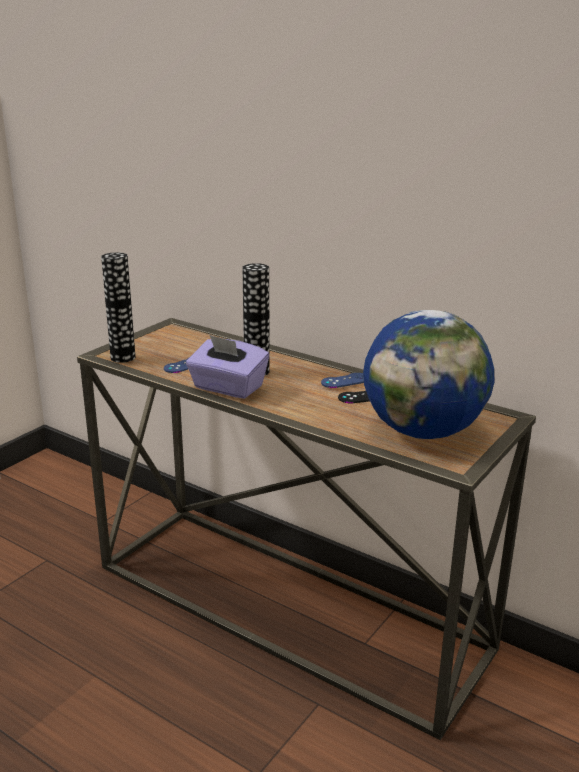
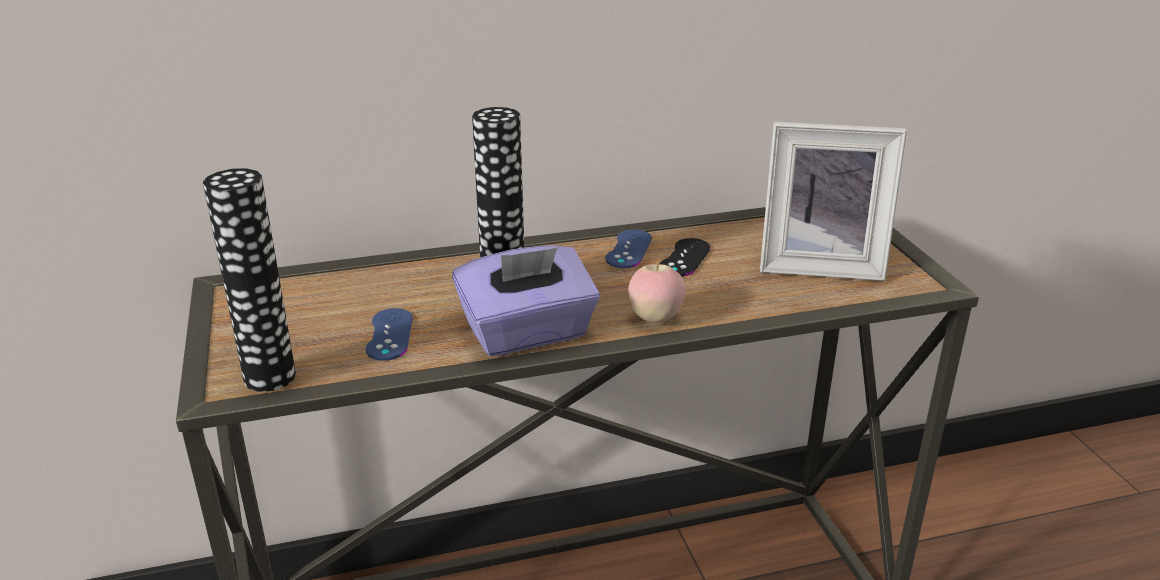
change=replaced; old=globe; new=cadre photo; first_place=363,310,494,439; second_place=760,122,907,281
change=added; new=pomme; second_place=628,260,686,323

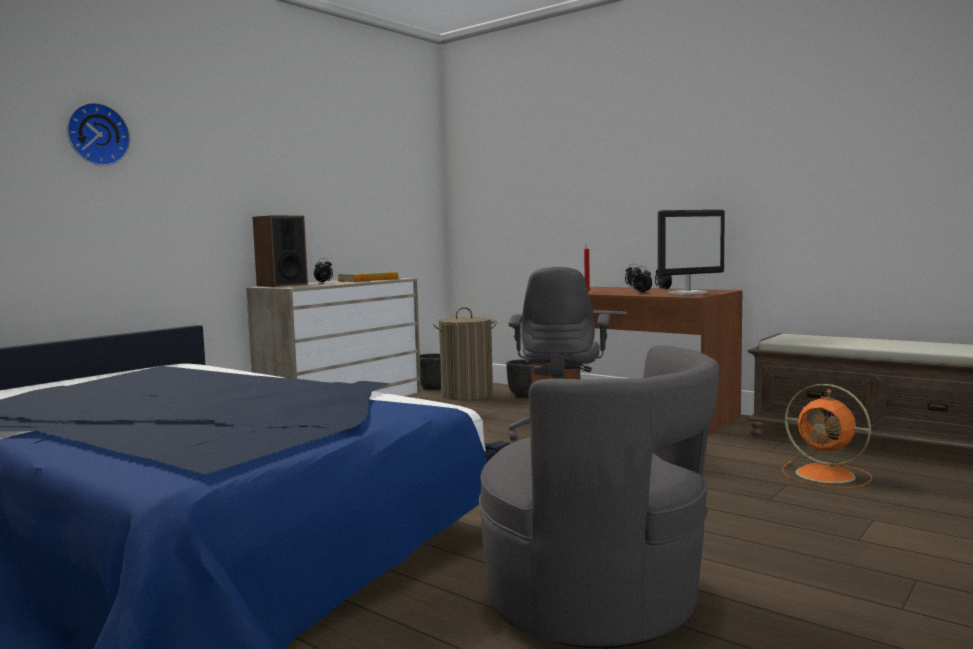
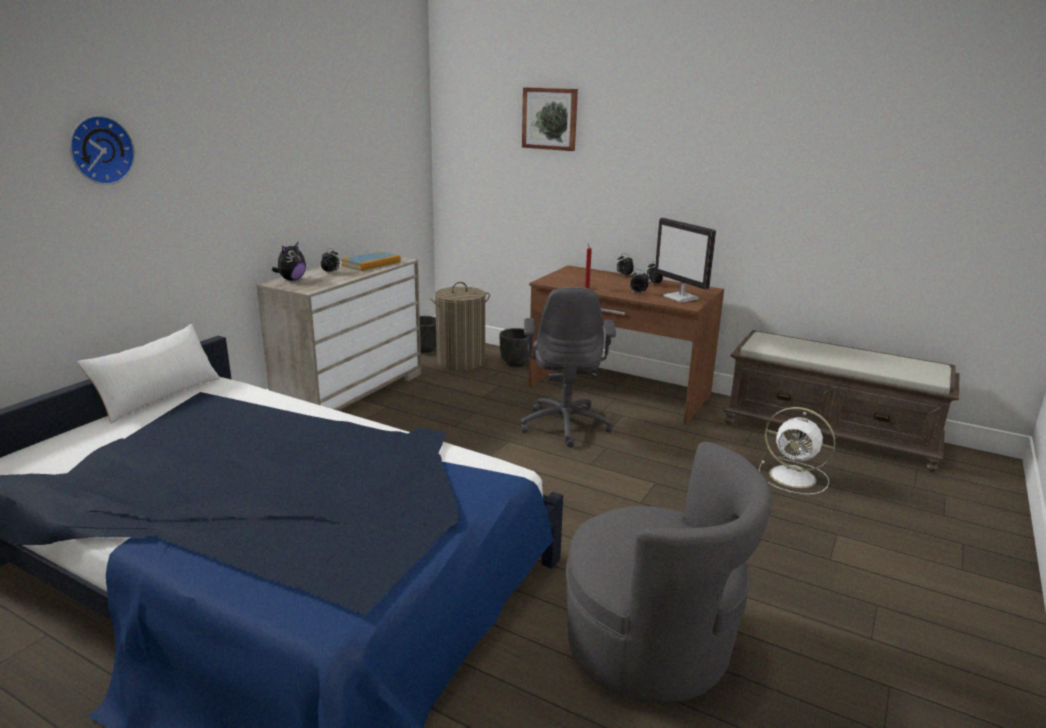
change=replaced; old=enceinte; new=peluche; first_place=253,216,308,287; second_place=272,242,306,281
change=turned; old=écran d'ordinateur; first_place=658,210,725,295; second_place=655,218,716,302; degrees=90
change=recoloured; old=ventilateur/orange; new=ventilateur/blanc; first_place=782,384,872,488; second_place=759,407,835,495
change=added; new=coussin/blanc; second_place=77,324,220,424
change=added; new=tableau; second_place=522,87,578,151

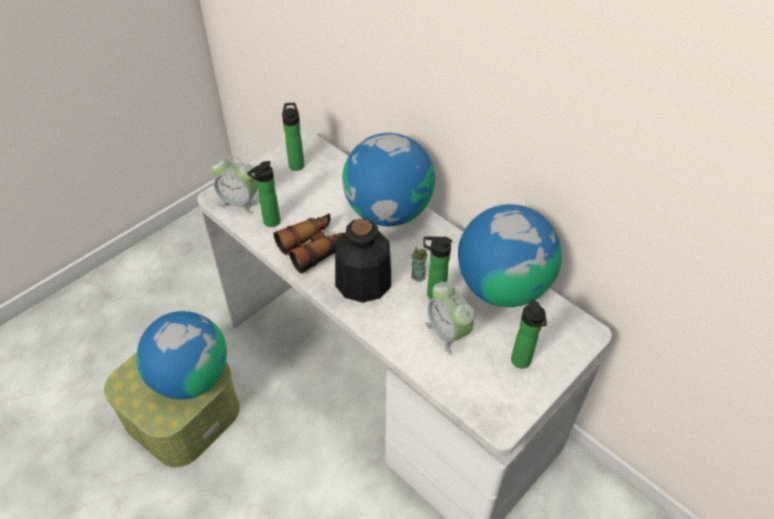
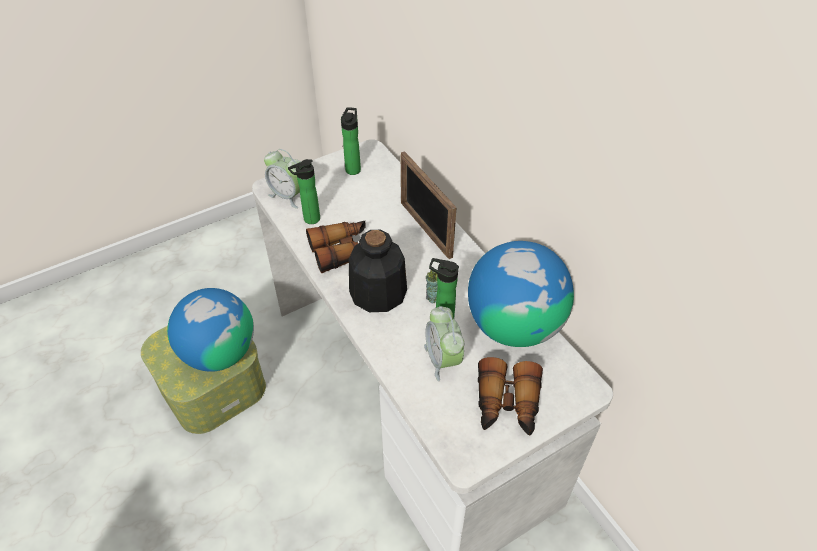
change=replaced; old=globe; new=cadre photo; first_place=342,133,435,226; second_place=401,151,457,259
change=replaced; old=bouteille; new=jumelles; first_place=511,299,547,369; second_place=478,357,543,436

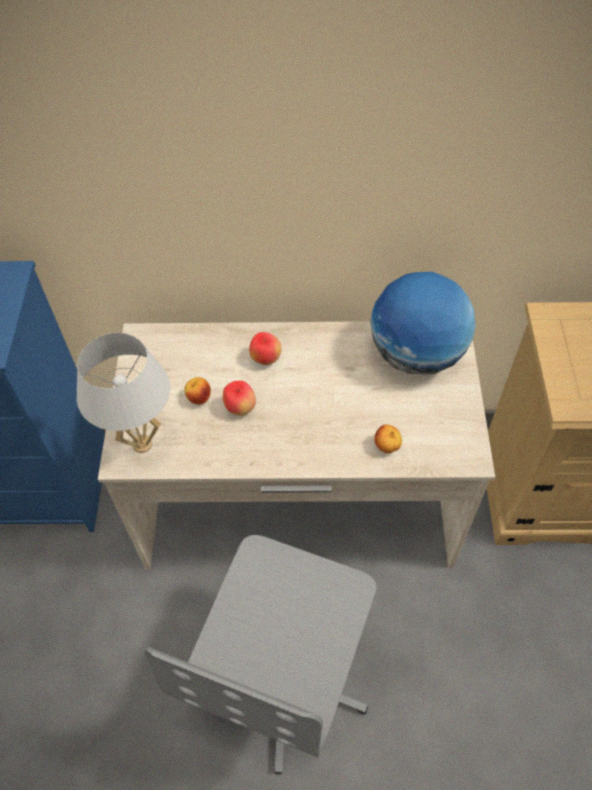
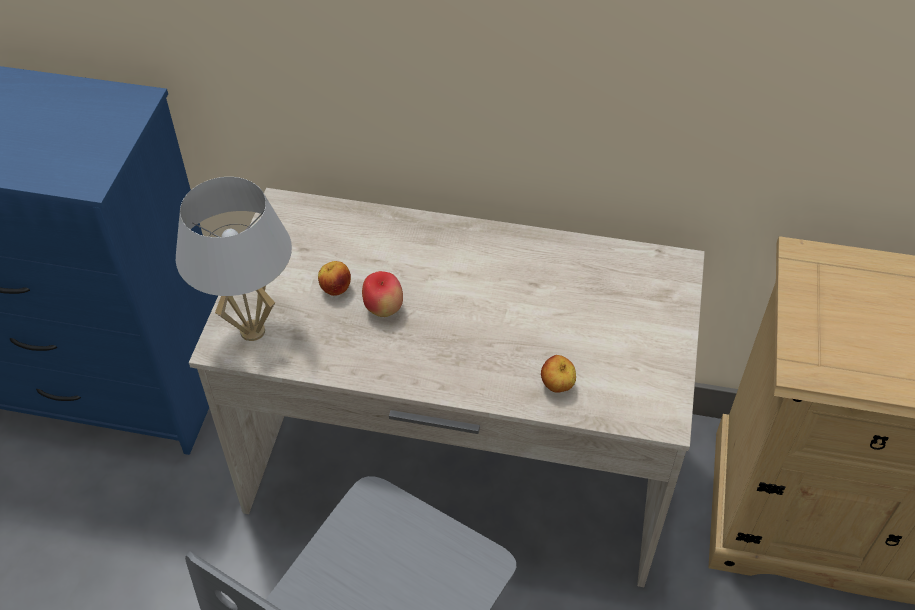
change=removed; old=pomme; first_place=249,332,282,365
change=removed; old=globe; first_place=370,272,476,375

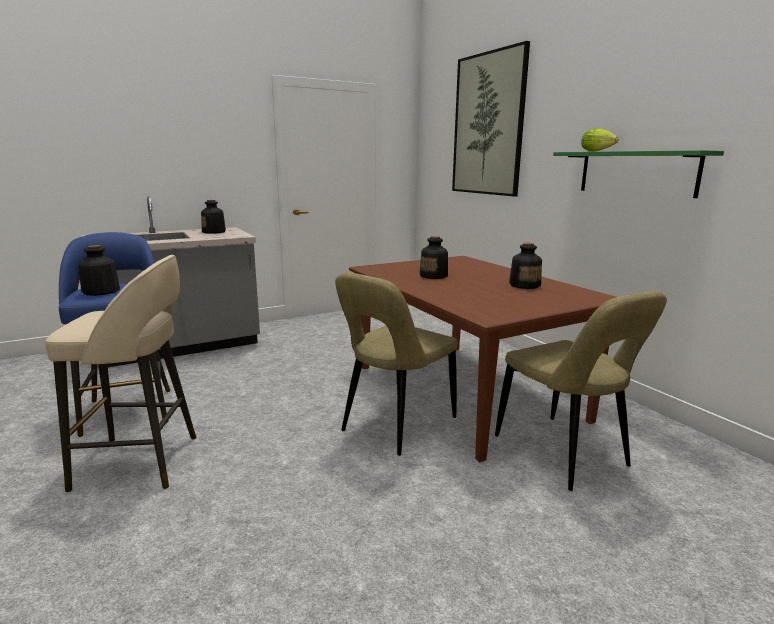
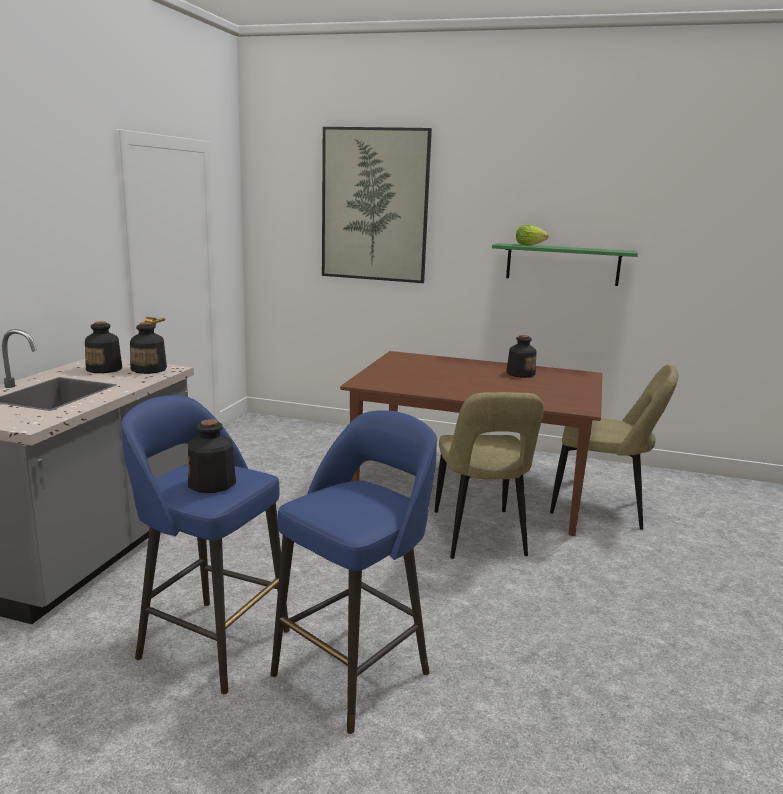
change=recoloured; old=tabouret/beige; new=tabouret/bleu; first_place=45,255,197,492; second_place=270,410,437,734
change=moved; old=bouteille; first_place=420,236,448,279; second_place=130,322,167,374

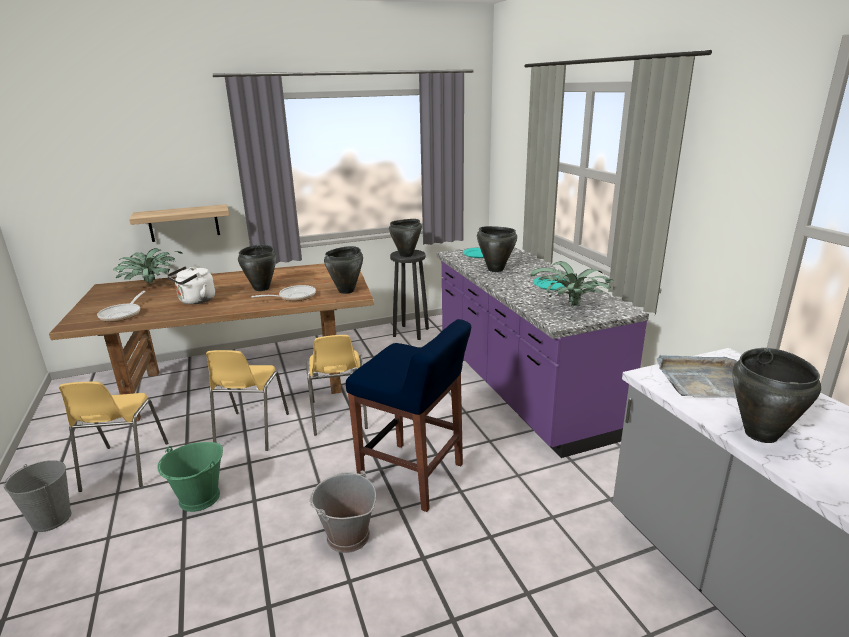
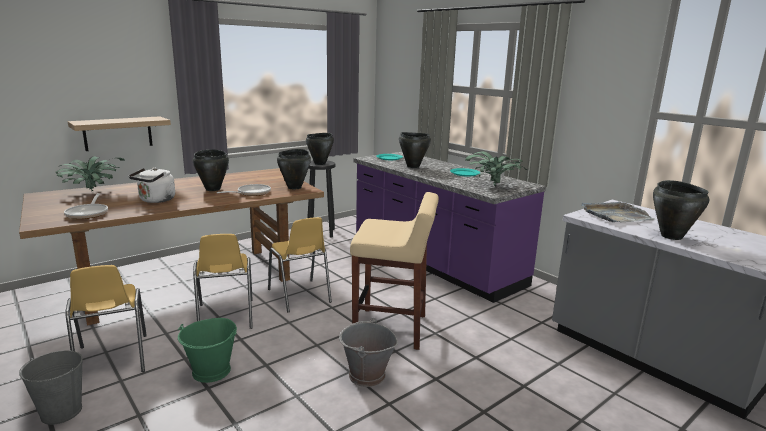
change=recoloured; old=tabouret/bleu; new=tabouret/beige; first_place=346,319,471,512; second_place=350,192,439,350

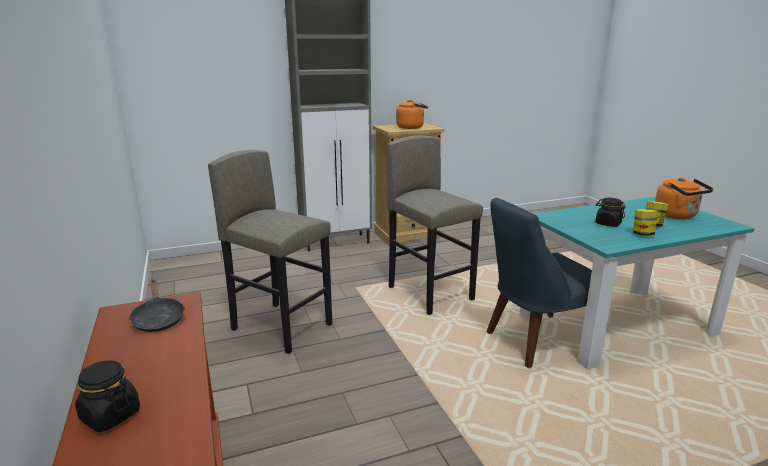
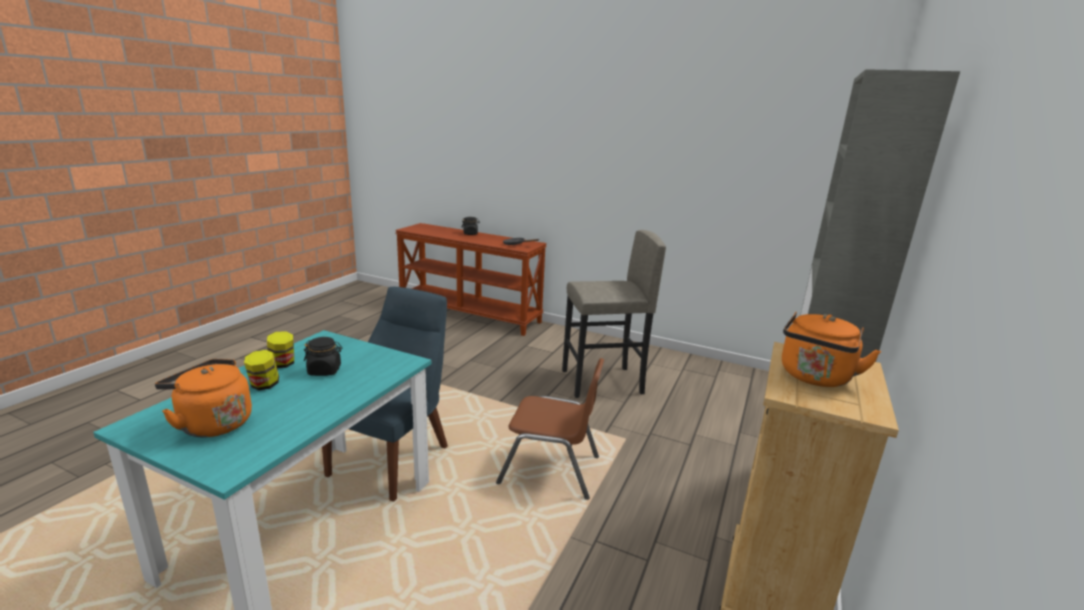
change=replaced; old=tabouret/gris; new=chaise/marron; first_place=387,135,483,315; second_place=496,358,604,500

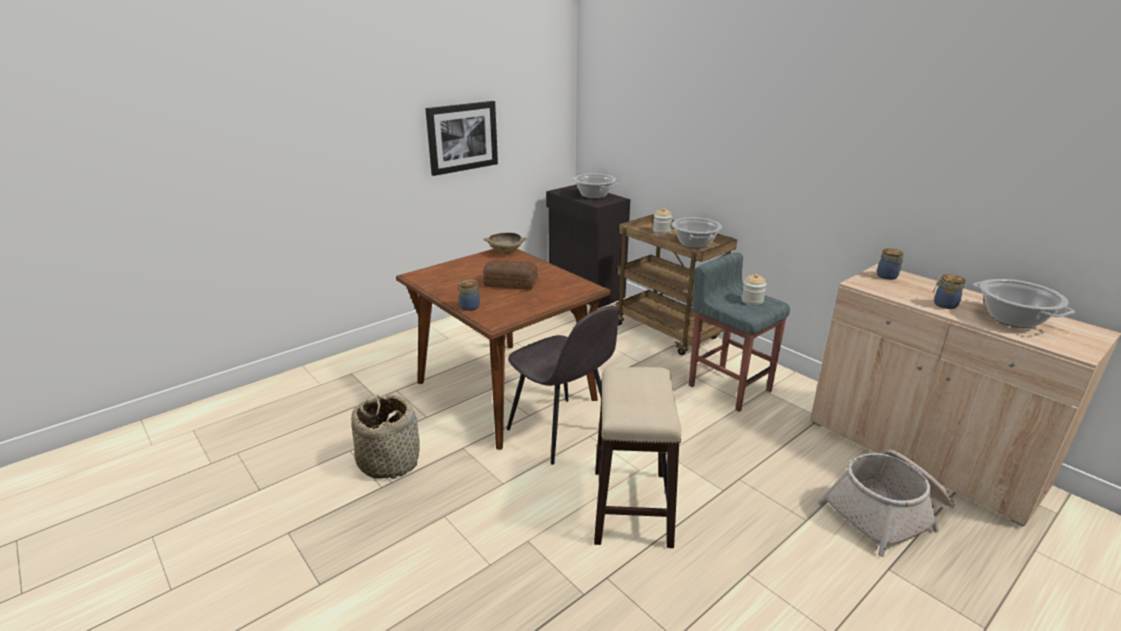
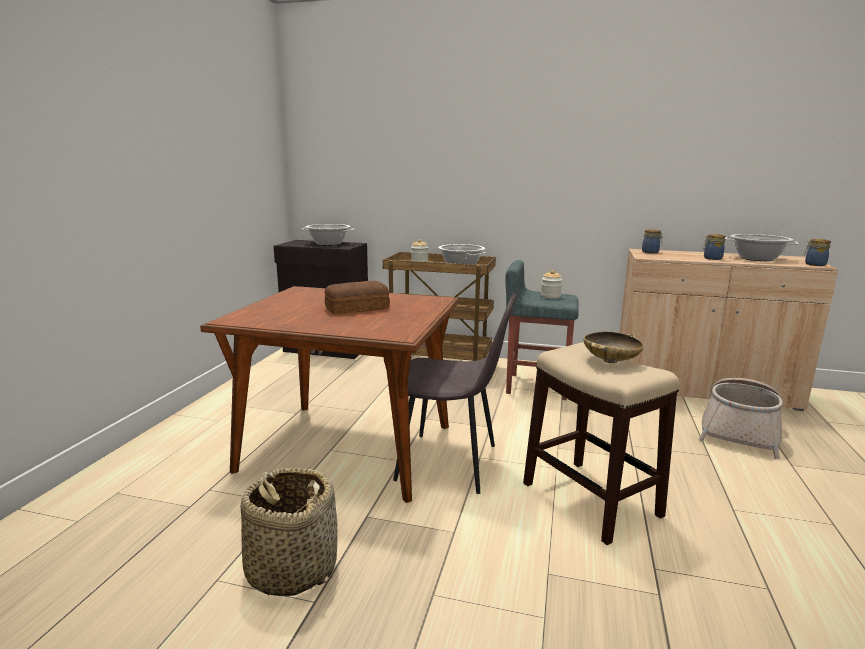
change=removed; old=tableau; first_place=425,101,498,176
change=moved; old=bocal; first_place=459,279,480,311; second_place=804,239,831,266
change=moved; old=bol/beige; first_place=484,233,527,253; second_place=584,331,644,363

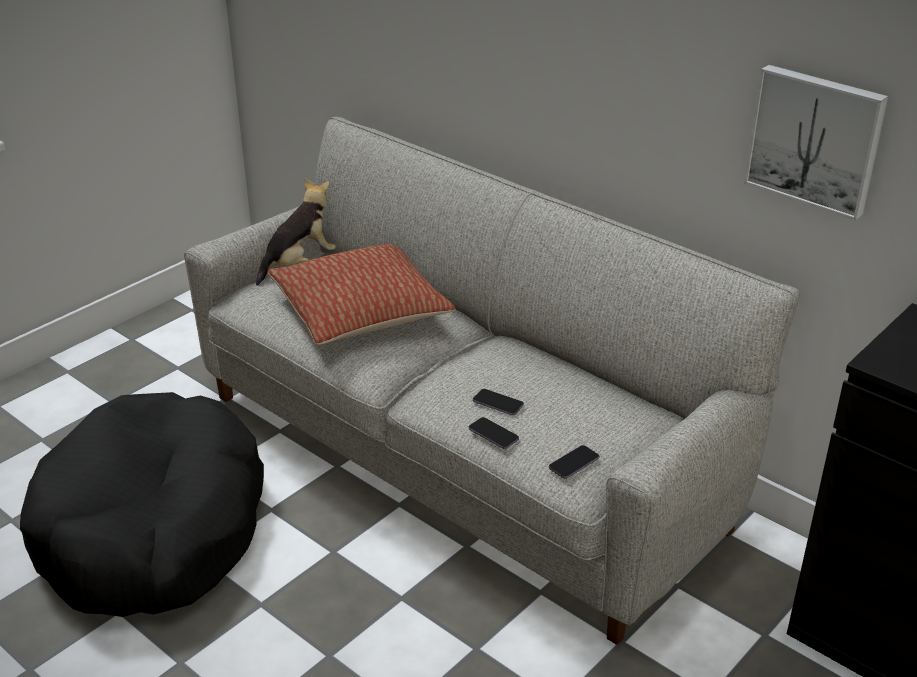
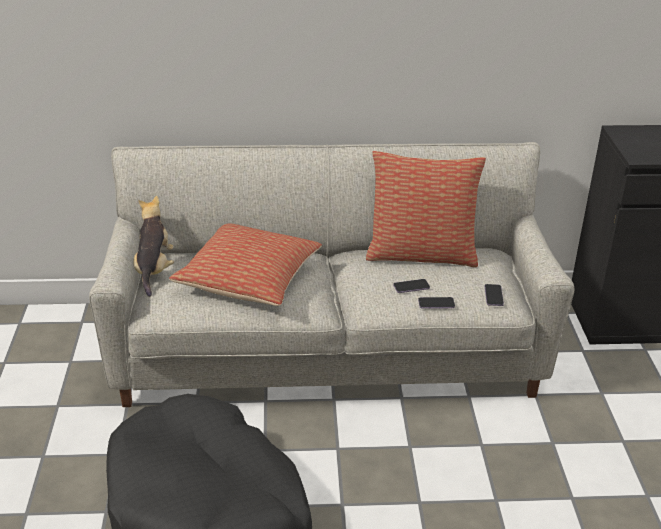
change=removed; old=tableau; first_place=744,65,888,220
change=added; new=coussin; second_place=366,151,486,267

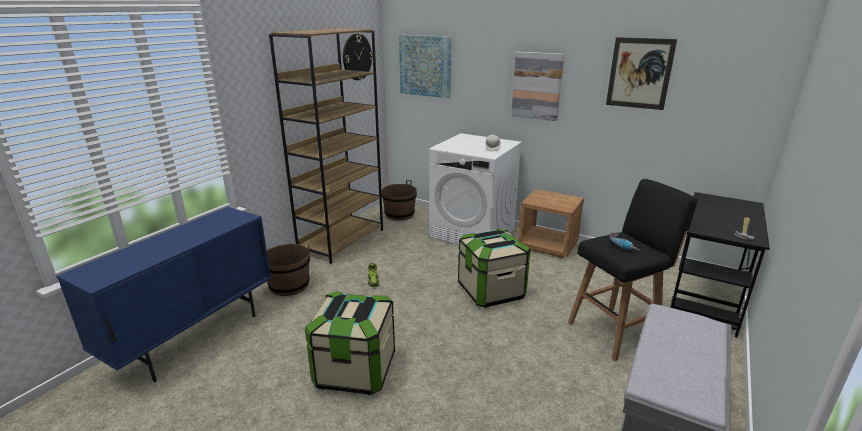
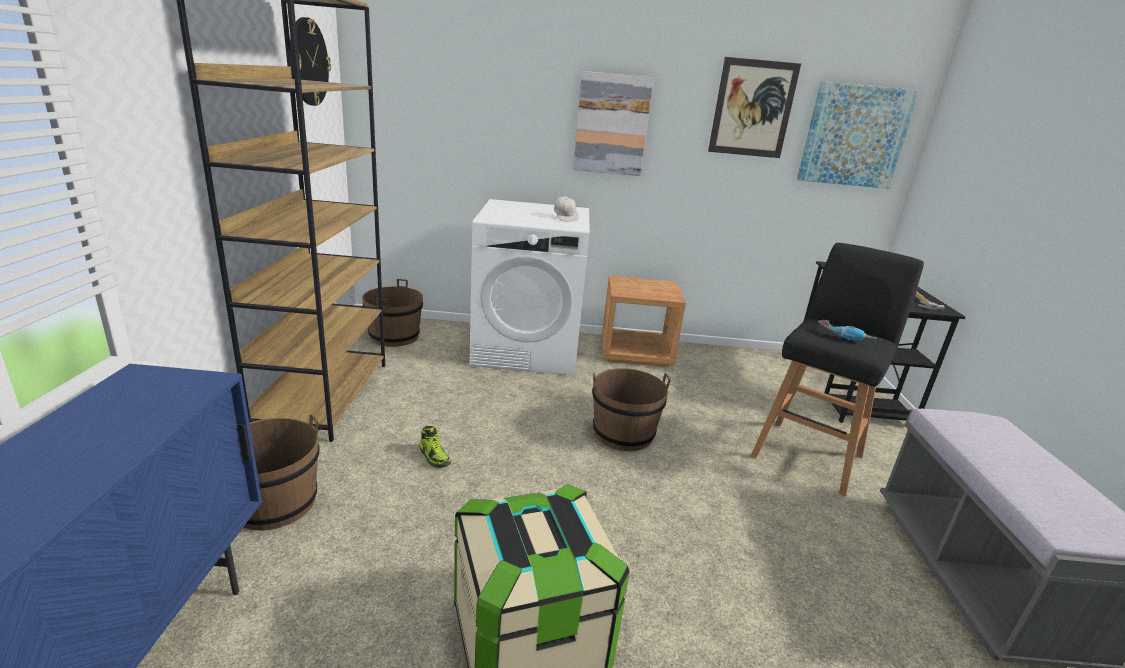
change=moved; old=tableau; first_place=399,35,451,98; second_place=797,81,919,189
change=replaced; old=boîte de rangement; new=seau/marron; first_place=458,229,531,308; second_place=592,368,671,451

